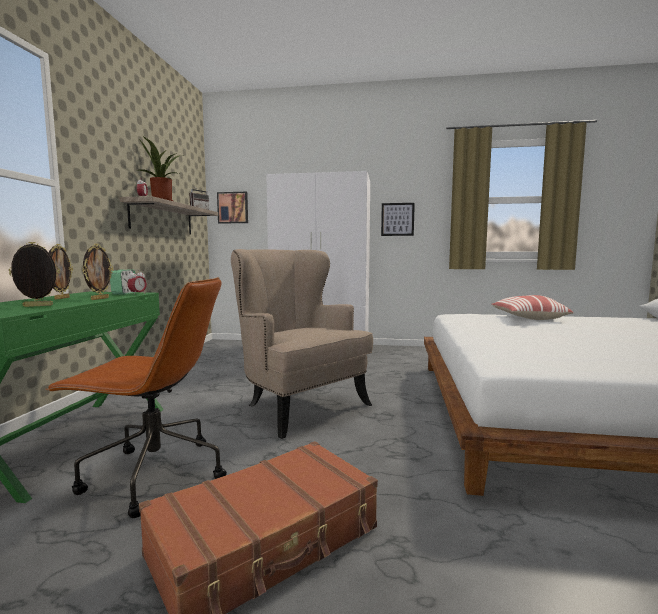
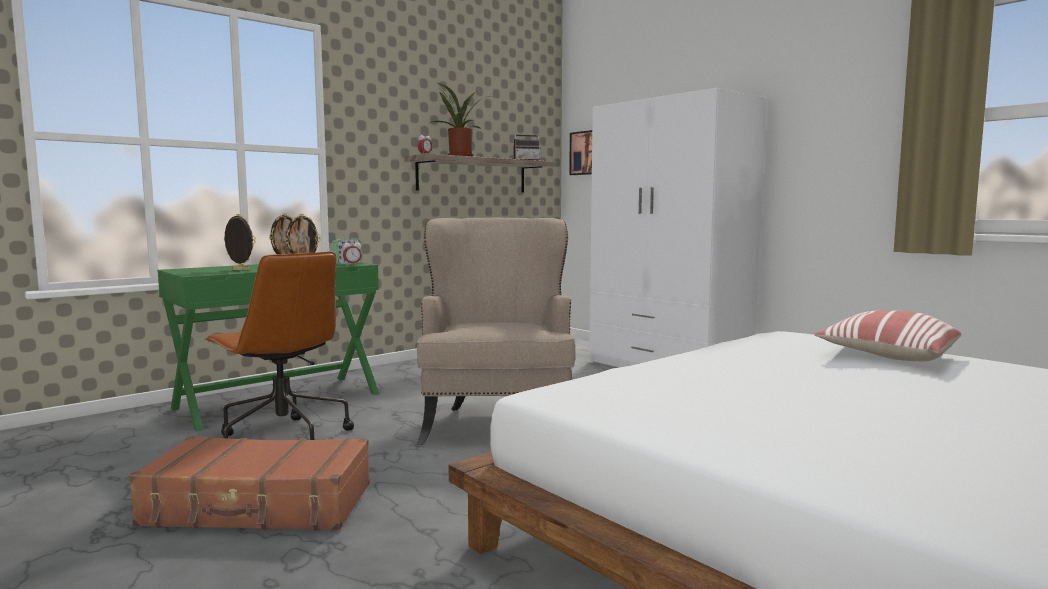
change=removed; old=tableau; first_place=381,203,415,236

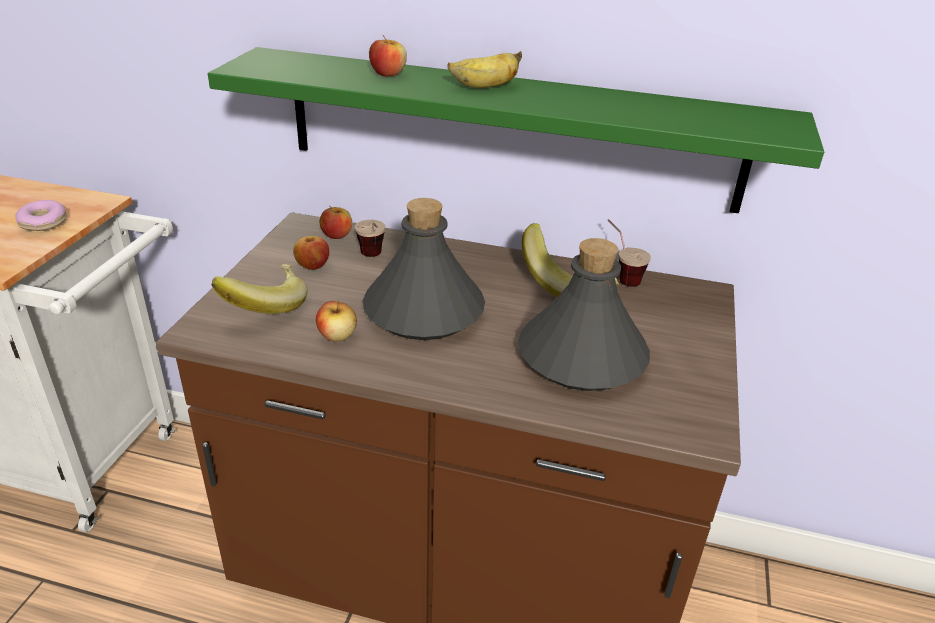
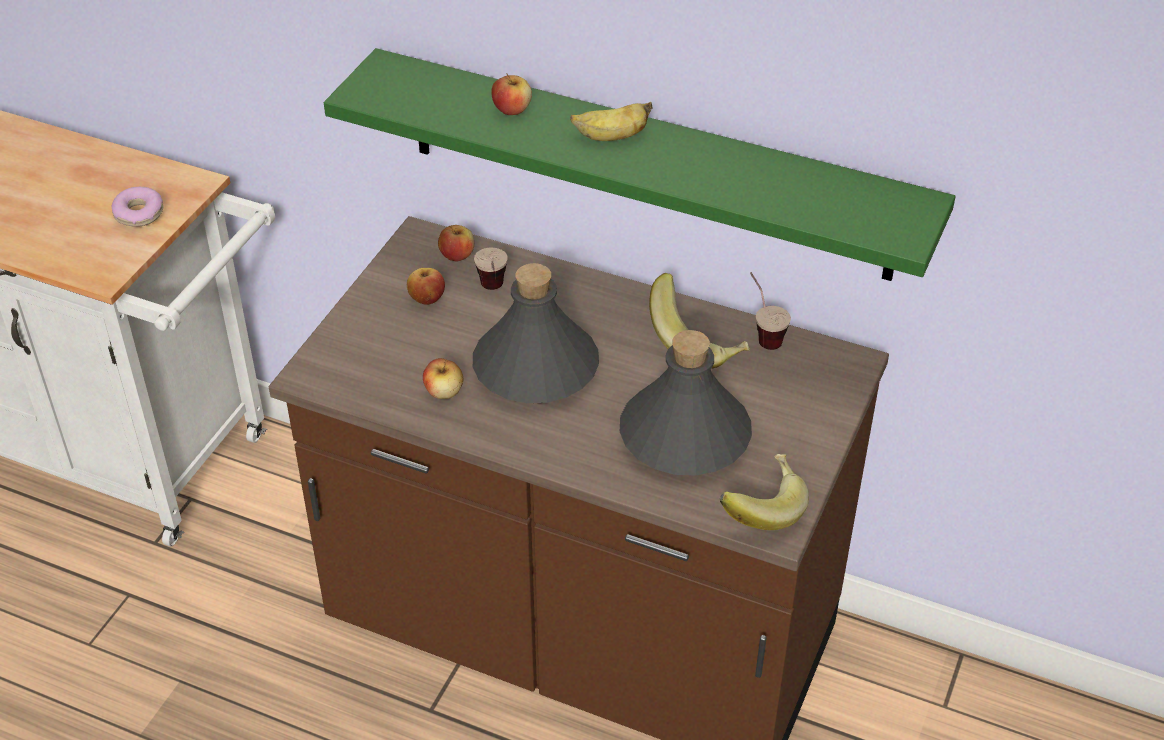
change=moved; old=banane; first_place=212,264,308,314; second_place=719,454,809,530

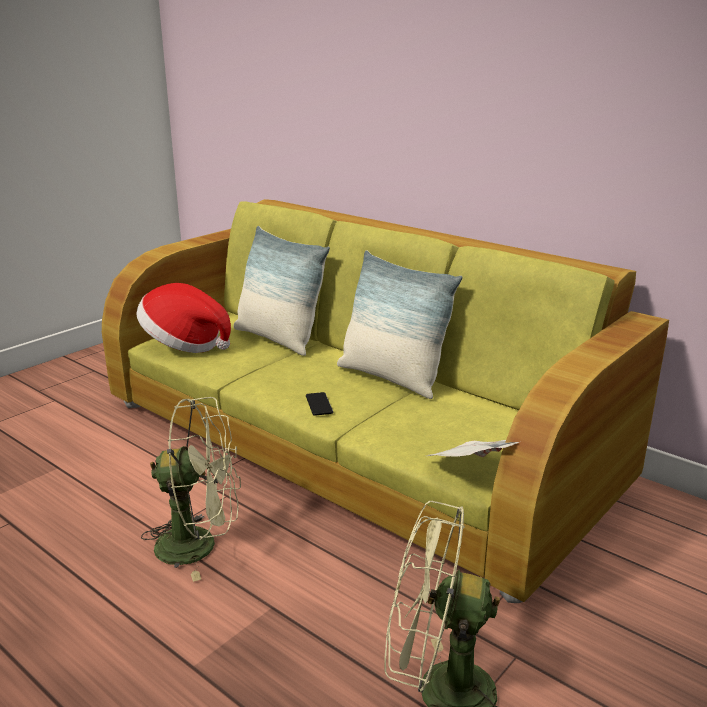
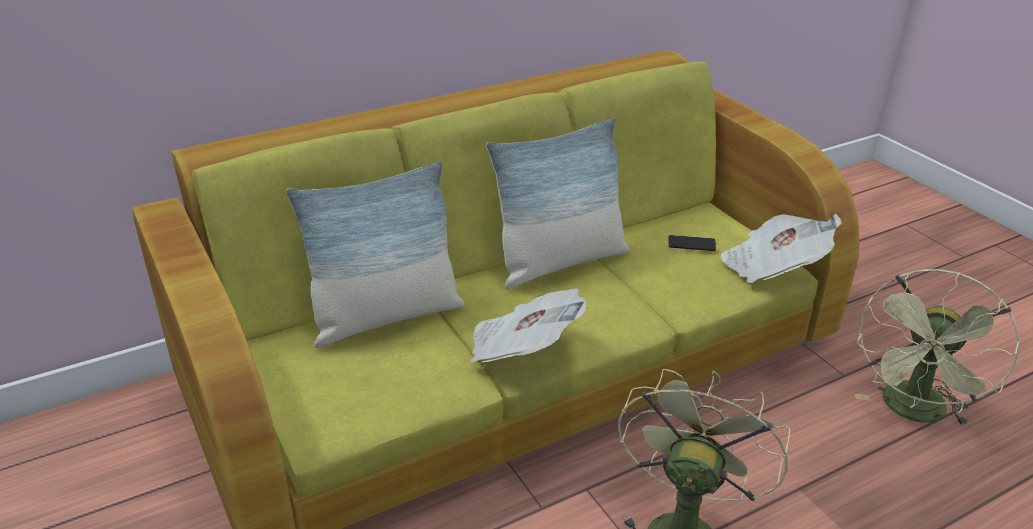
change=removed; old=chapeau; first_place=136,283,231,353
change=moved; old=téléphone; first_place=306,392,333,416; second_place=669,235,716,251
change=added; new=journal; second_place=470,288,586,363

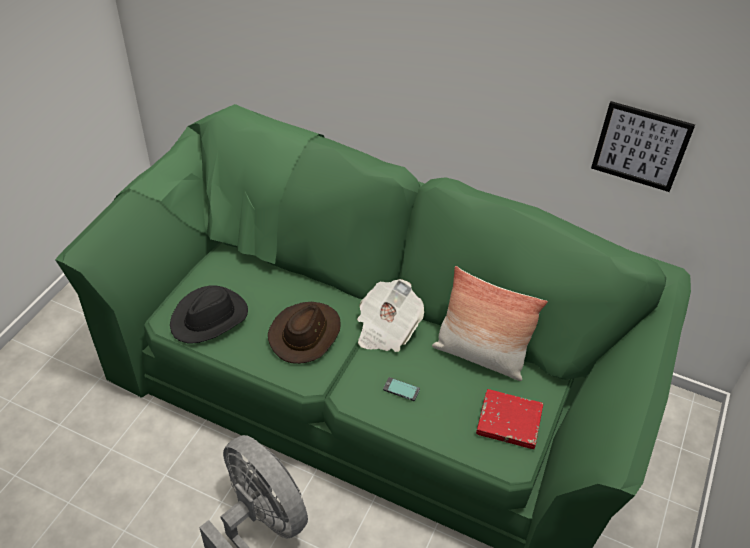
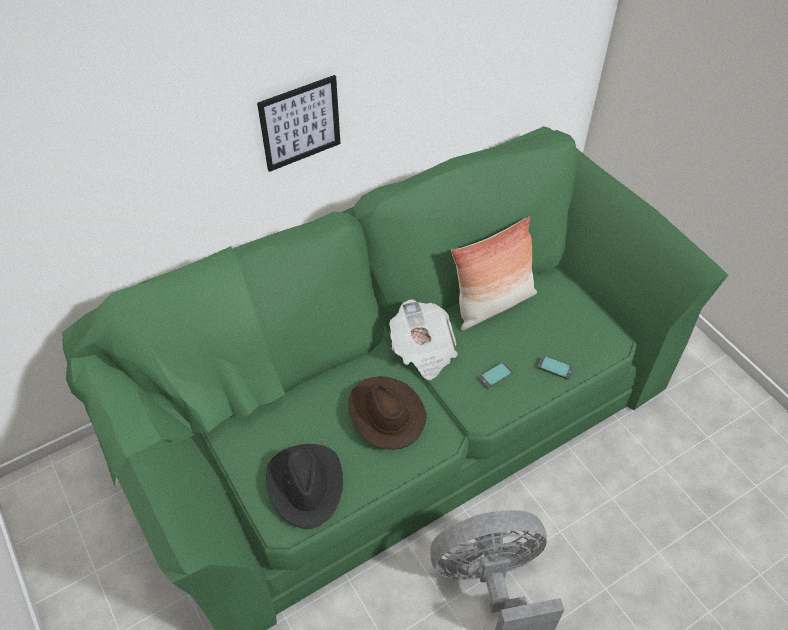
change=removed; old=livre/rouge; first_place=476,389,543,449
change=moved; old=tableau; first_place=591,101,695,192; second_place=257,75,341,172
change=added; new=téléphone; second_place=538,356,574,380

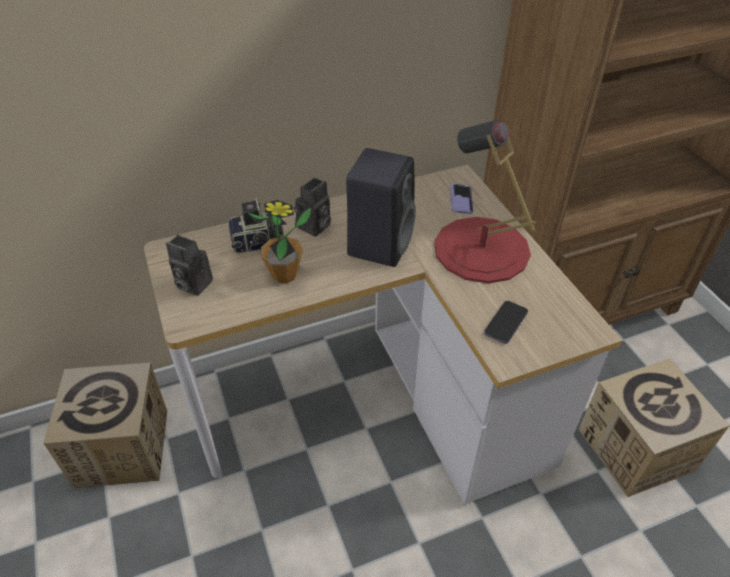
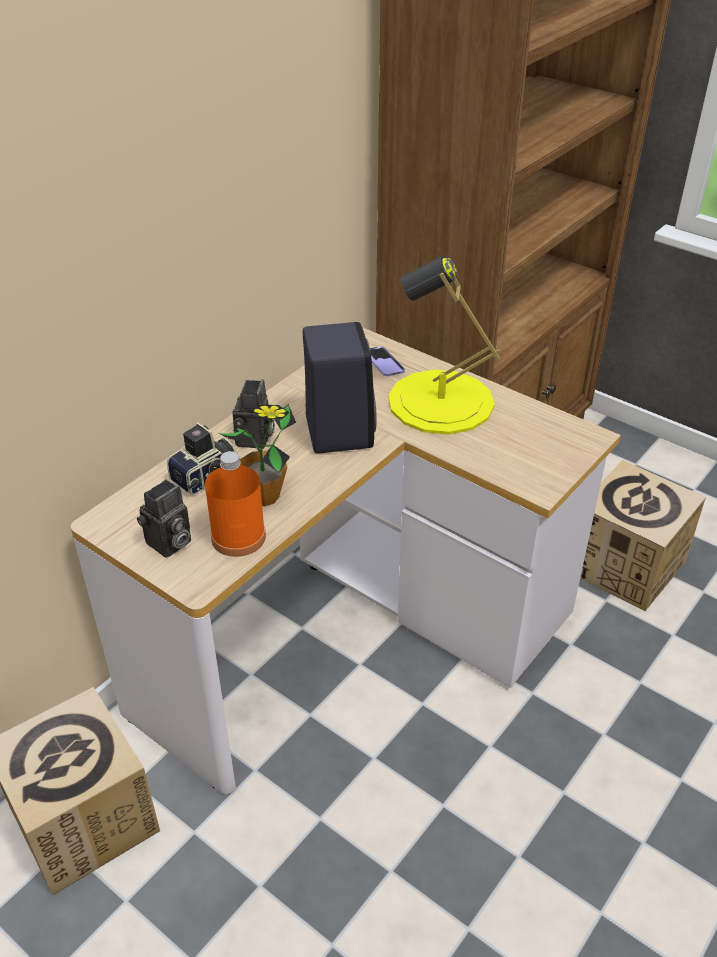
change=turned; old=appareil photo; first_place=166,235,213,296; second_place=137,479,191,558; degrees=-45
change=recoloured; old=lampe de table/rouge; new=lampe de table/jaune; first_place=434,119,536,283; second_place=389,256,500,435
change=removed; old=téléphone; first_place=484,301,528,344
change=added; new=bouteille/orange; second_place=205,451,266,557

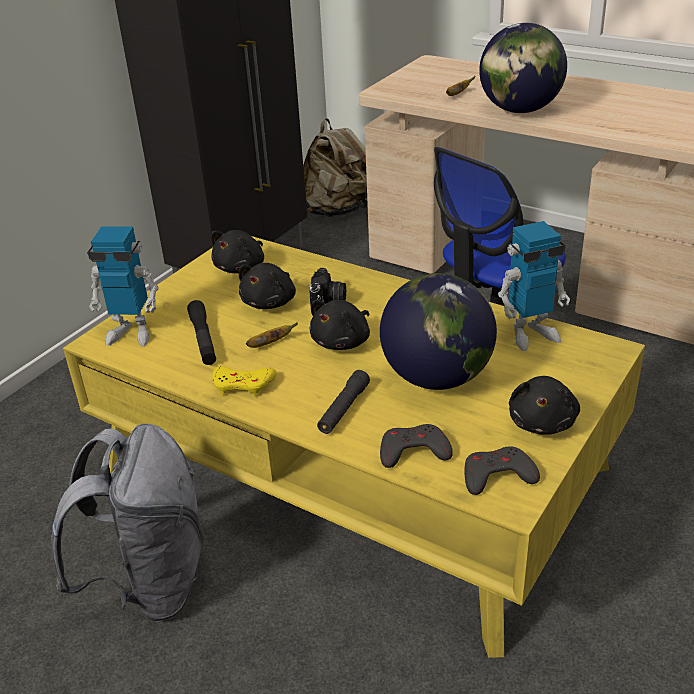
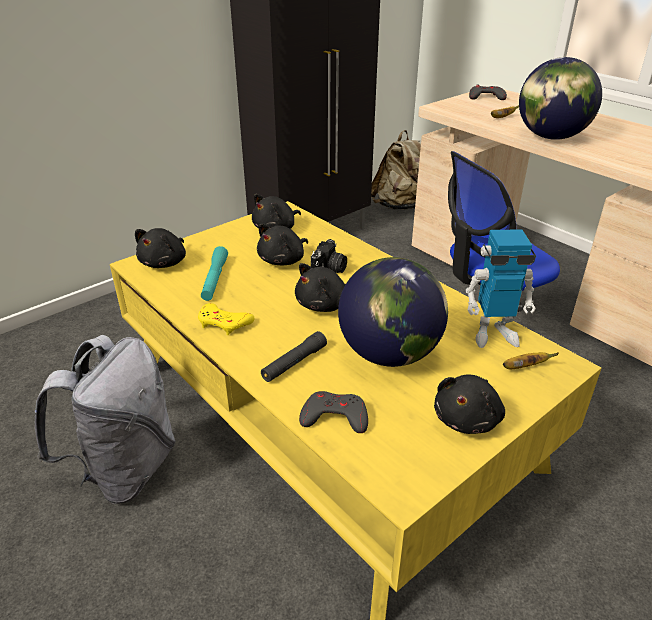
change=replaced; old=robot jouet; new=peluche/noir; first_place=87,226,158,346; second_place=135,228,186,268
change=recoloured; old=lampe de poche/noir; new=lampe de poche/turquoise; first_place=187,300,216,365; second_place=201,246,228,301
change=moved; old=banane; first_place=246,322,298,348; second_place=503,352,559,370
change=moved; old=manette/gris; first_place=465,446,540,495; second_place=469,85,507,100

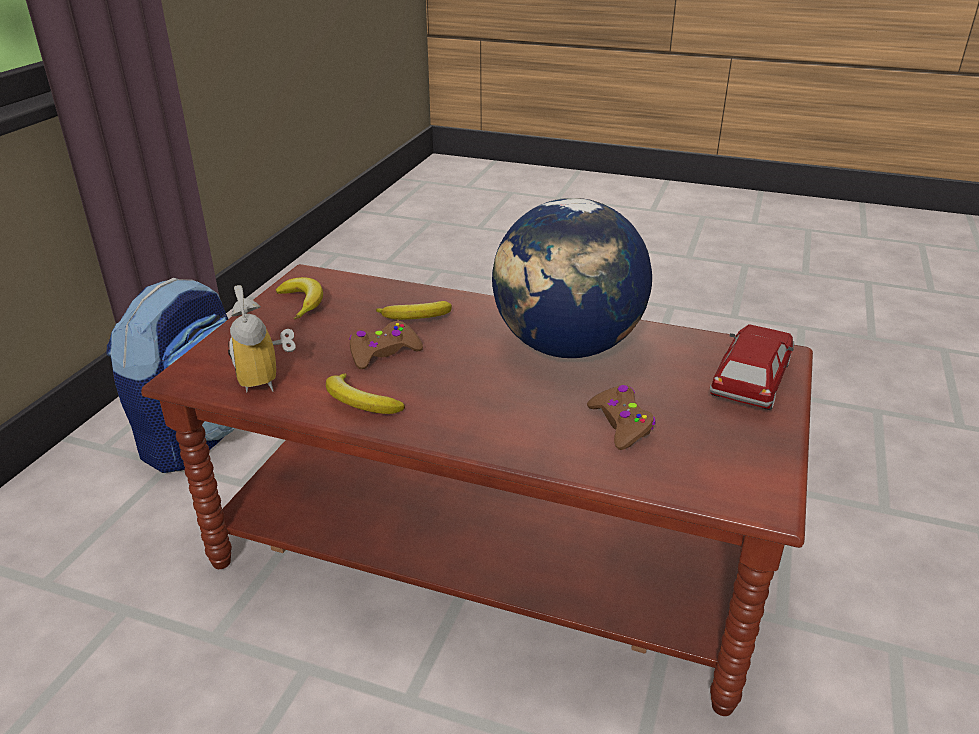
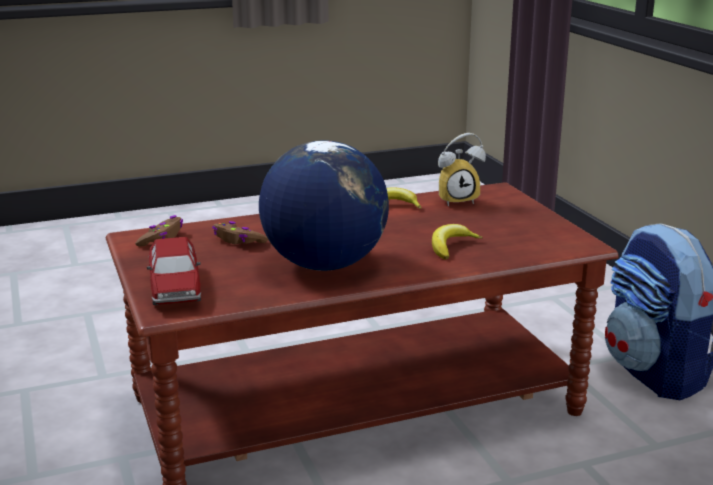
change=turned; old=réveil; first_place=228,285,296,392; second_place=438,133,486,206; degrees=135
change=removed; old=banane; first_place=276,277,323,320
change=moved; old=manette/marron; first_place=349,321,423,369; second_place=135,215,183,247

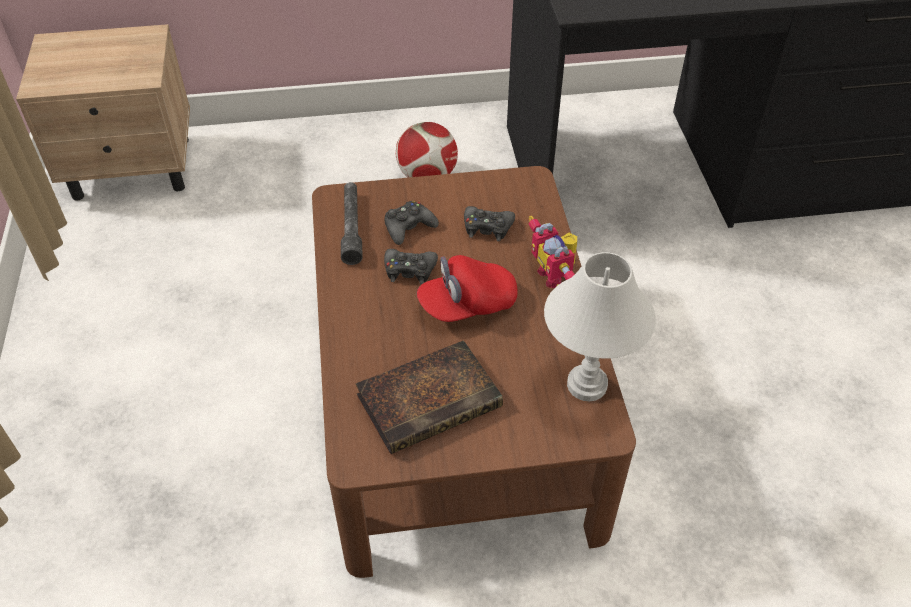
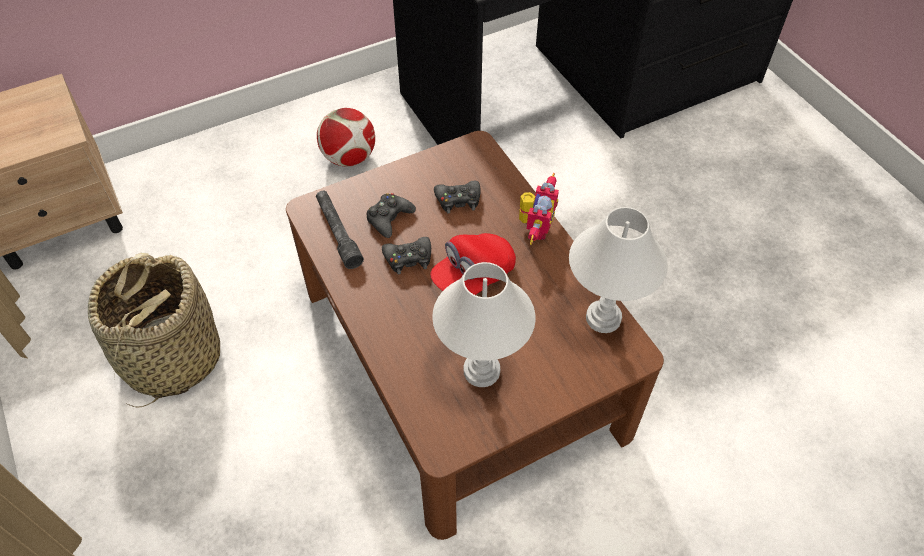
change=replaced; old=livre; new=lampe de table/blanc; first_place=355,340,503,454; second_place=432,262,536,387
change=turned; old=robot jouet; first_place=528,216,577,288; second_place=519,173,559,245; degrees=-120
change=added; new=panier; second_place=88,253,220,408

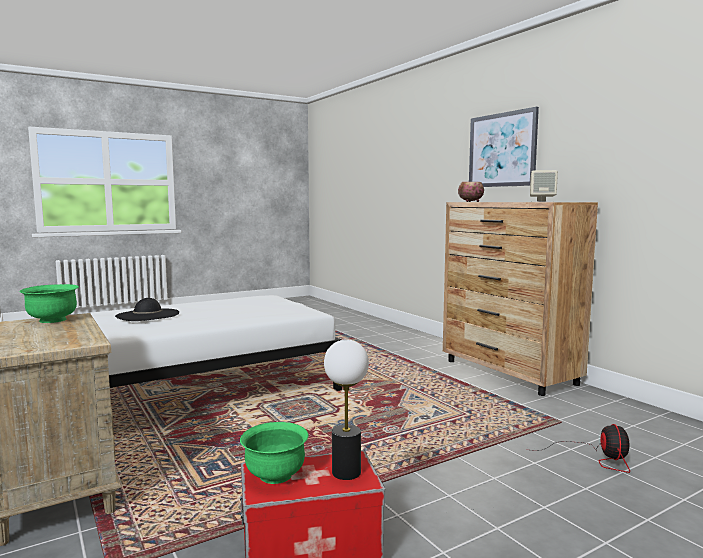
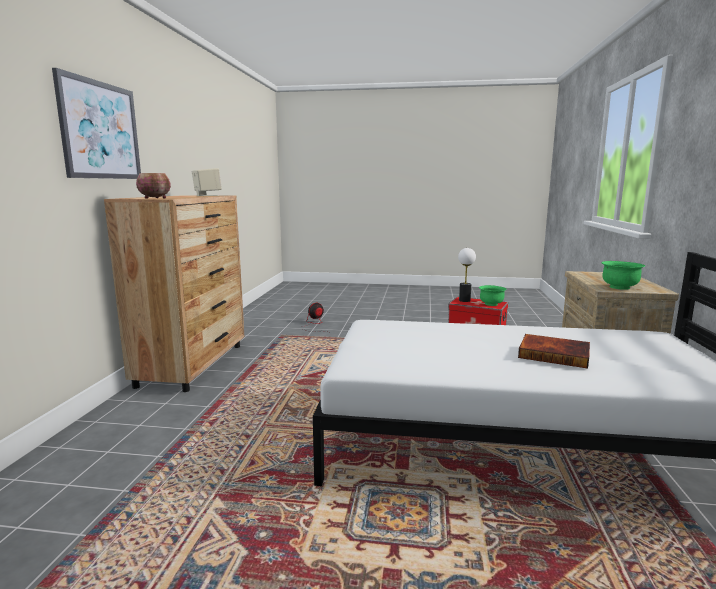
change=replaced; old=chapeau/noir; new=livre; first_place=115,298,179,321; second_place=518,334,590,368

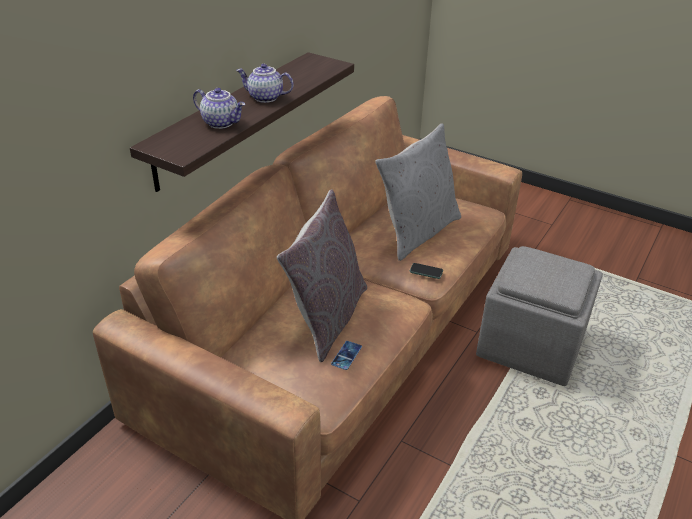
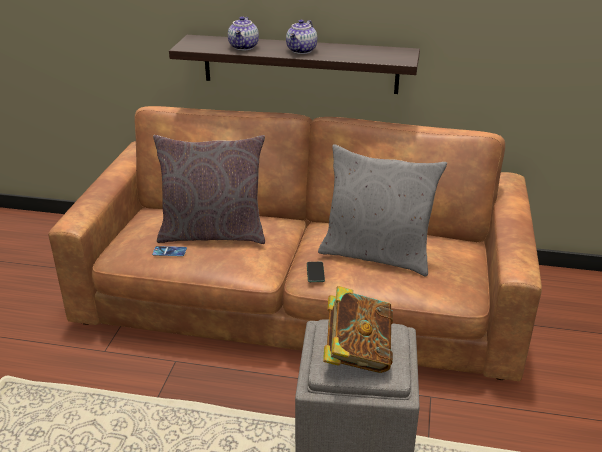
change=turned; old=théière; first_place=236,64,294,103; second_place=286,20,317,54; degrees=-150
change=added; new=livre; second_place=323,286,393,373

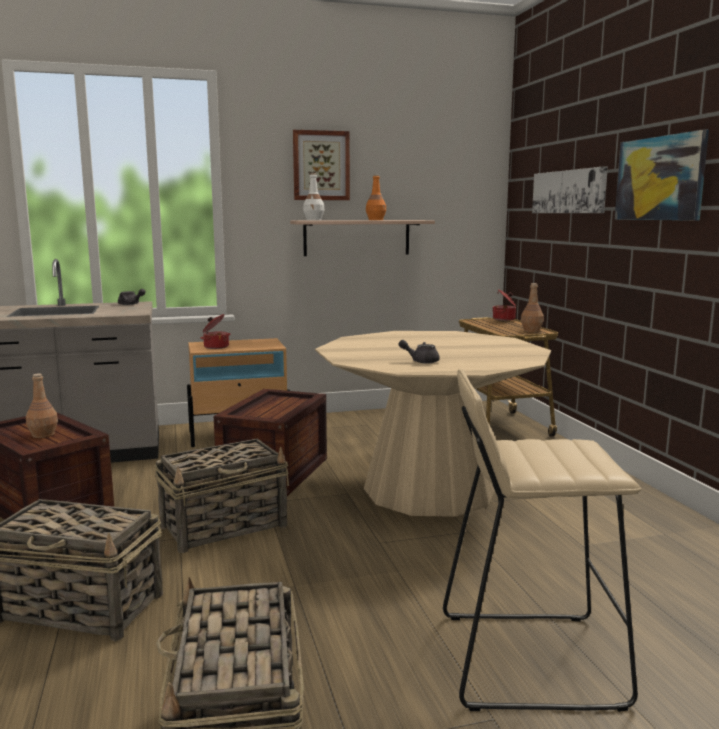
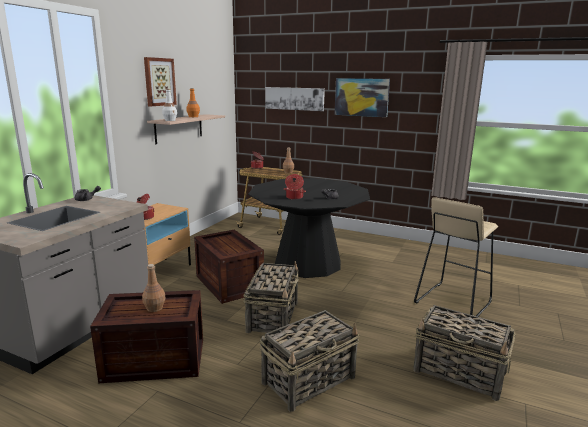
change=recoloured; old=table à manger/beige; new=table à manger/noir; first_place=315,331,551,517; second_place=248,178,370,278
change=added; new=marmite; second_place=284,174,306,200

